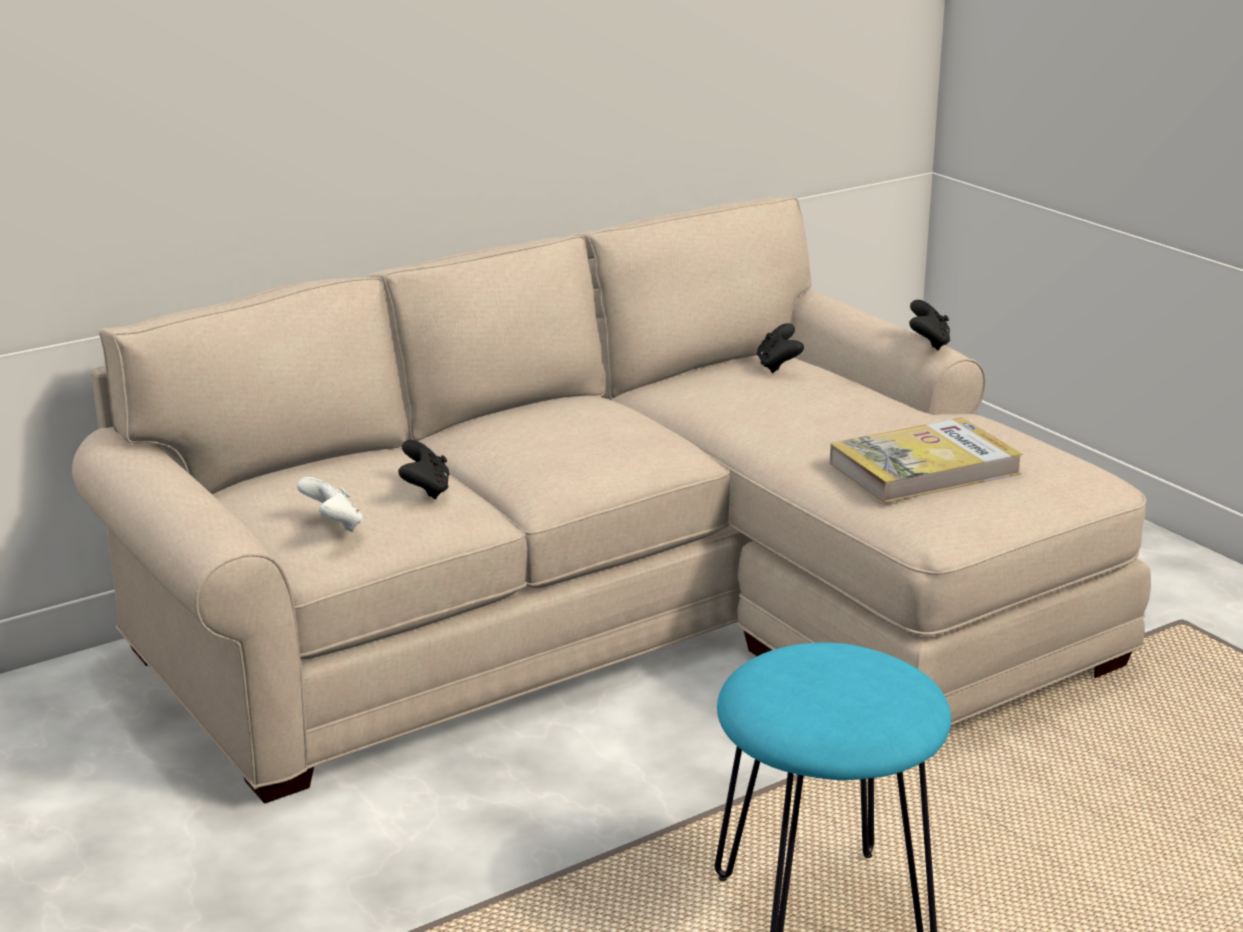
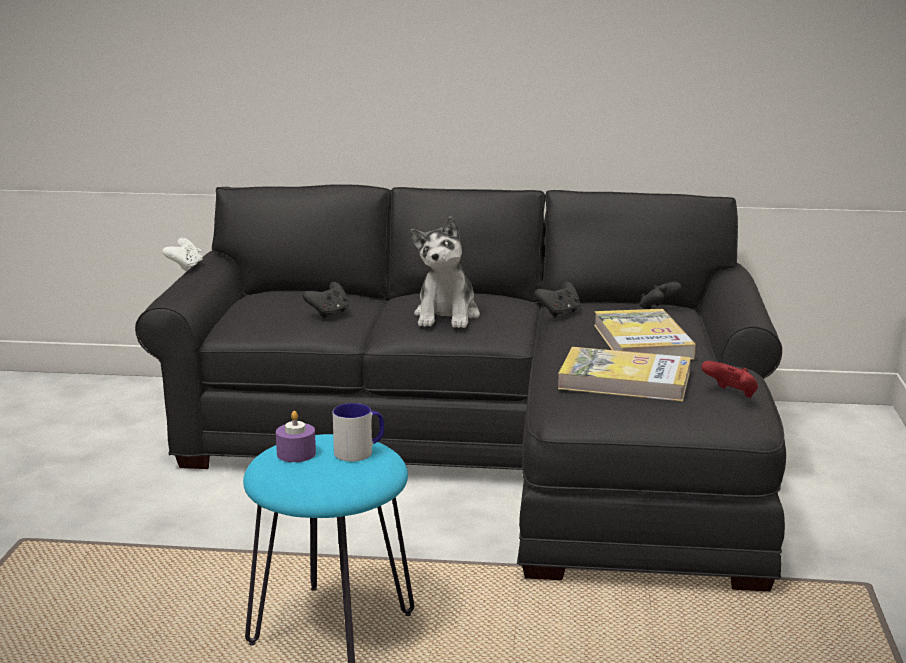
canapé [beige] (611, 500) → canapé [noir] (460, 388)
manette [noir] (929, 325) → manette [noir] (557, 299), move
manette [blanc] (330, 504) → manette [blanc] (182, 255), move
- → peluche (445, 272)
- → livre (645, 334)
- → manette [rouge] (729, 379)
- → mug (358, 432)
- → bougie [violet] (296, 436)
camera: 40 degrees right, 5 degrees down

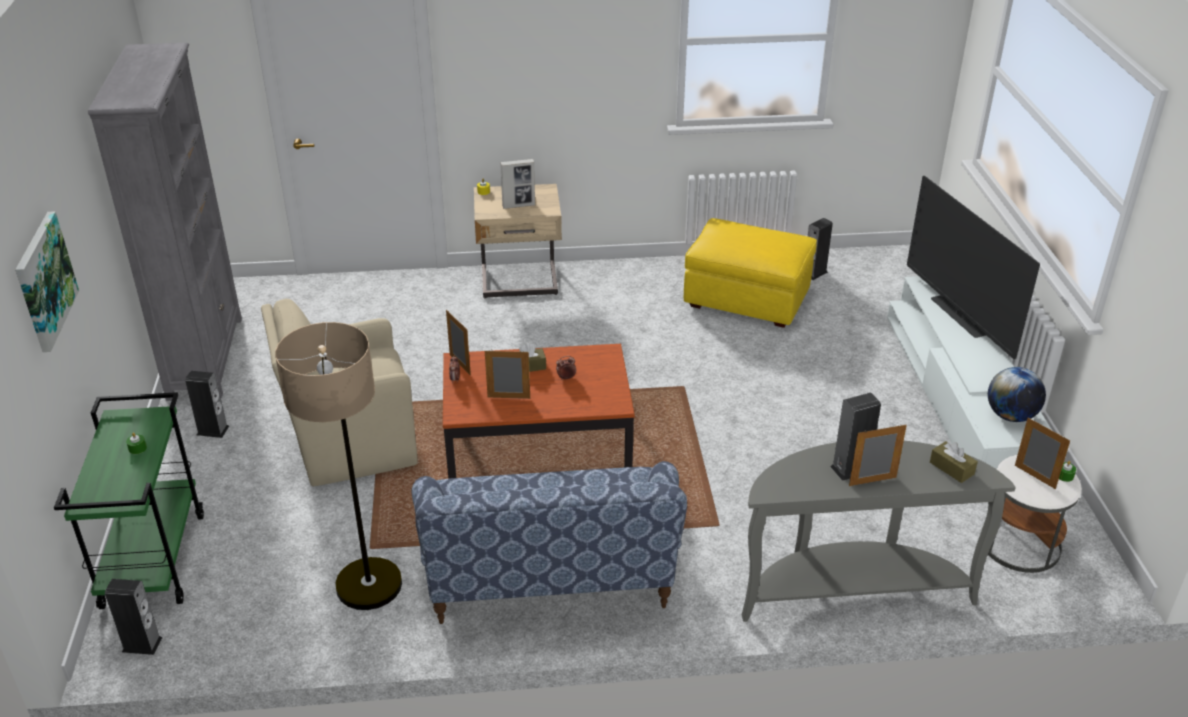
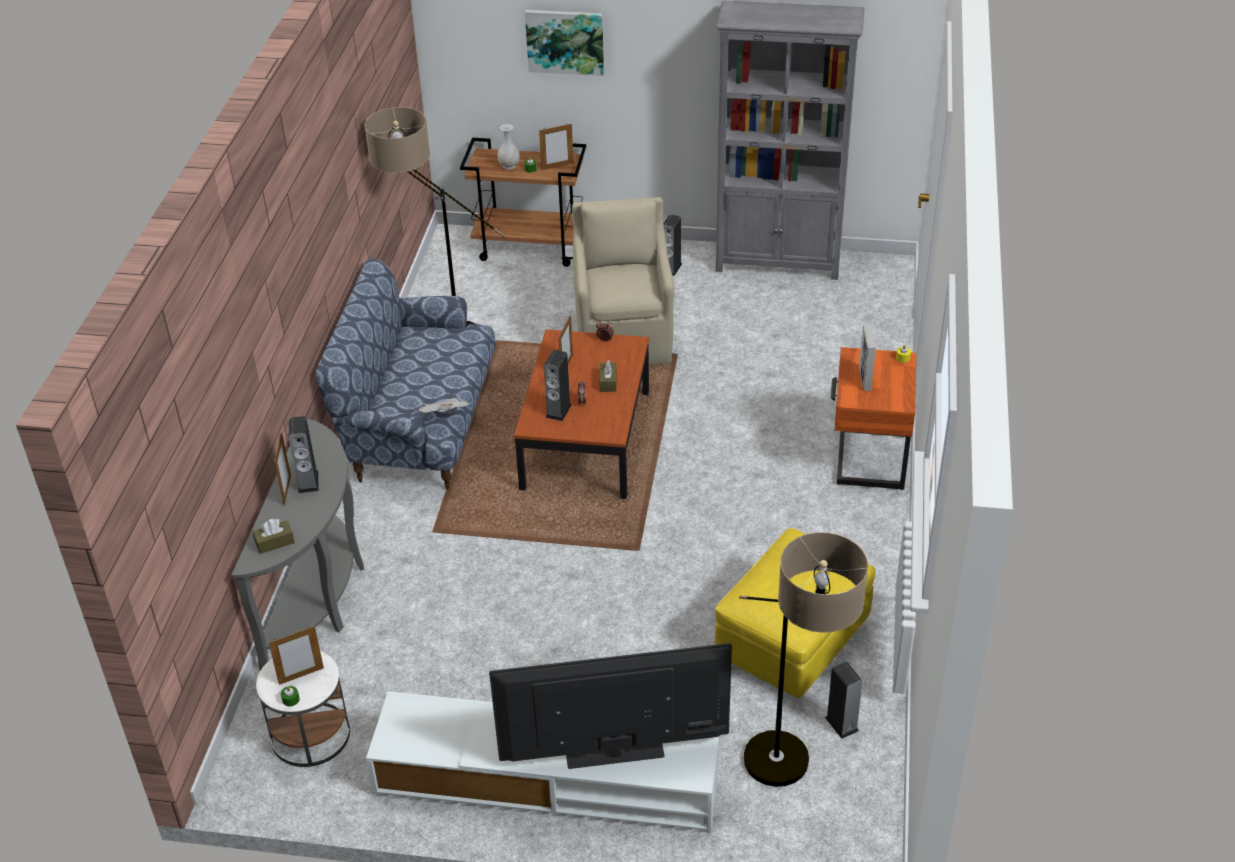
table de chevet [beige] (518, 241) → table de chevet [orange] (873, 418)
cadre photo (458, 342) → cadre photo (556, 146), move
globe (1017, 394) → -
chariot [vert] (129, 500) → chariot [marron] (523, 202)
enceinte (134, 617) → enceinte (558, 385), move
- → vase [blanc] (509, 146)
- → journal (445, 405)
- → lampadaire (803, 659)
camera: 105 degrees right, 5 degrees up

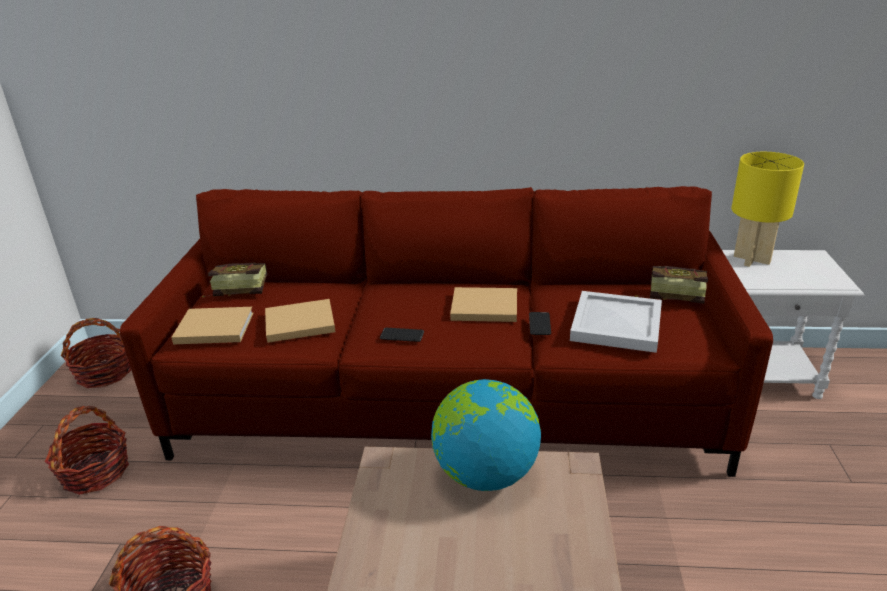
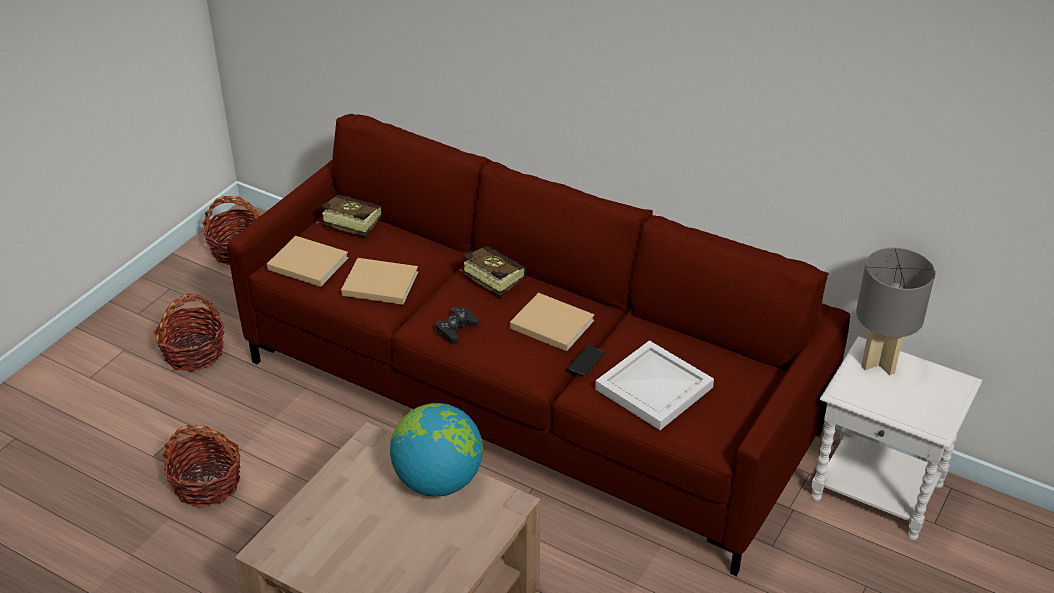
lampe de table [jaune] (767, 209) → lampe de table [gris] (895, 311)
livre (671, 285) → livre (493, 272), move
téléphone (402, 335) → manette [noir] (456, 325)
camera: 25 degrees right, 10 degrees up

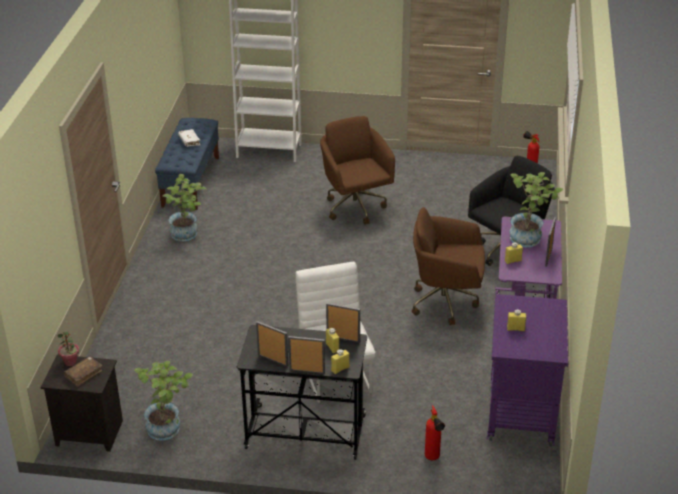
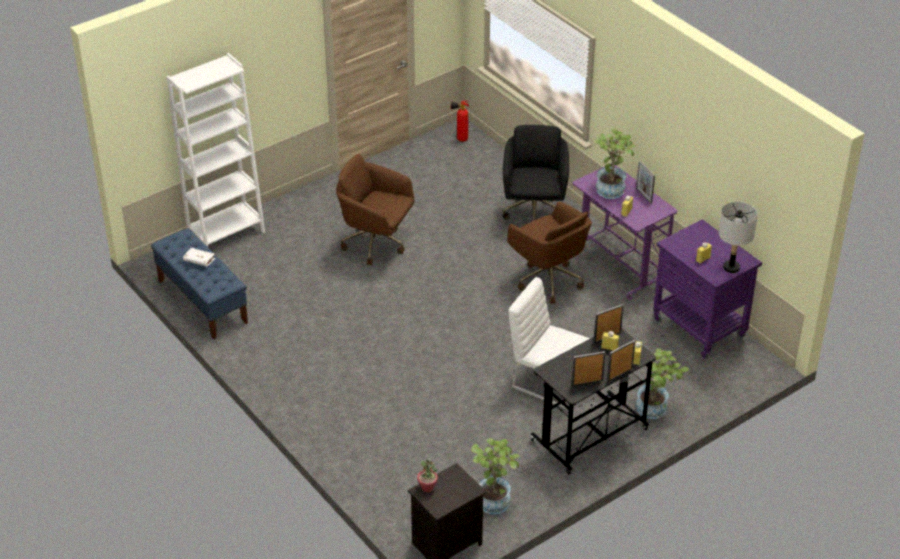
plante en pot (185, 207) → plante en pot (662, 384), move
chaise de bureau [marron] (448, 266) → chaise de bureau [marron] (549, 252), 90 degrees counterclockwise
livre [marron] (83, 371) → -
extincteur (435, 432) → -
- → lampe de table [gris] (738, 237)
camera: 45 degrees left, 5 degrees up

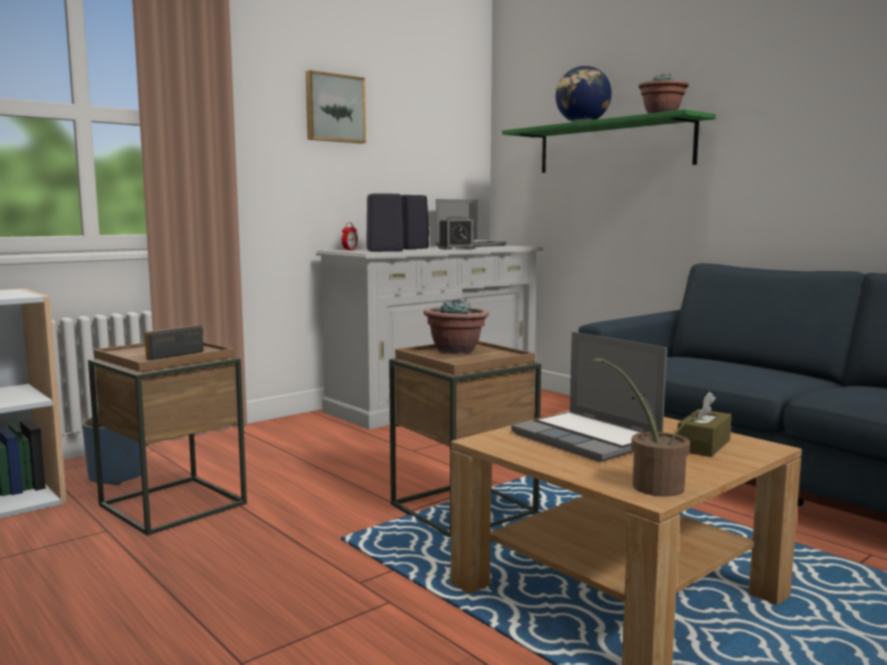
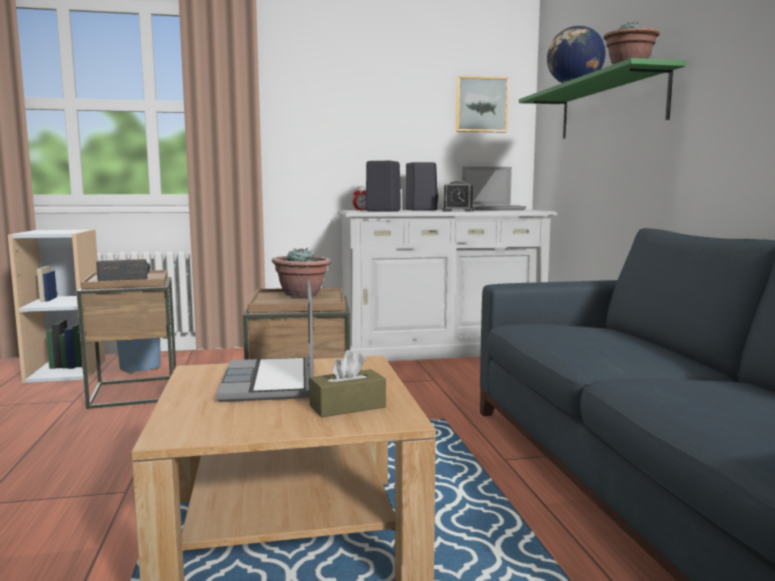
tableau (336, 107) → tableau (482, 104), move
plante en pot (646, 427) → -
camera: 30 degrees right, 0 degrees up

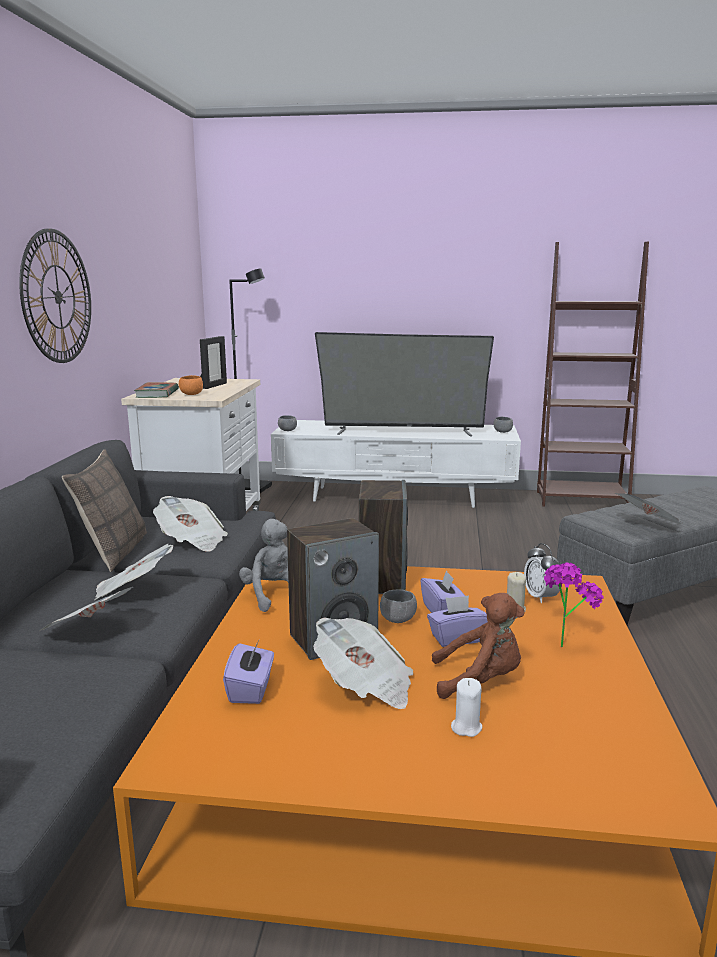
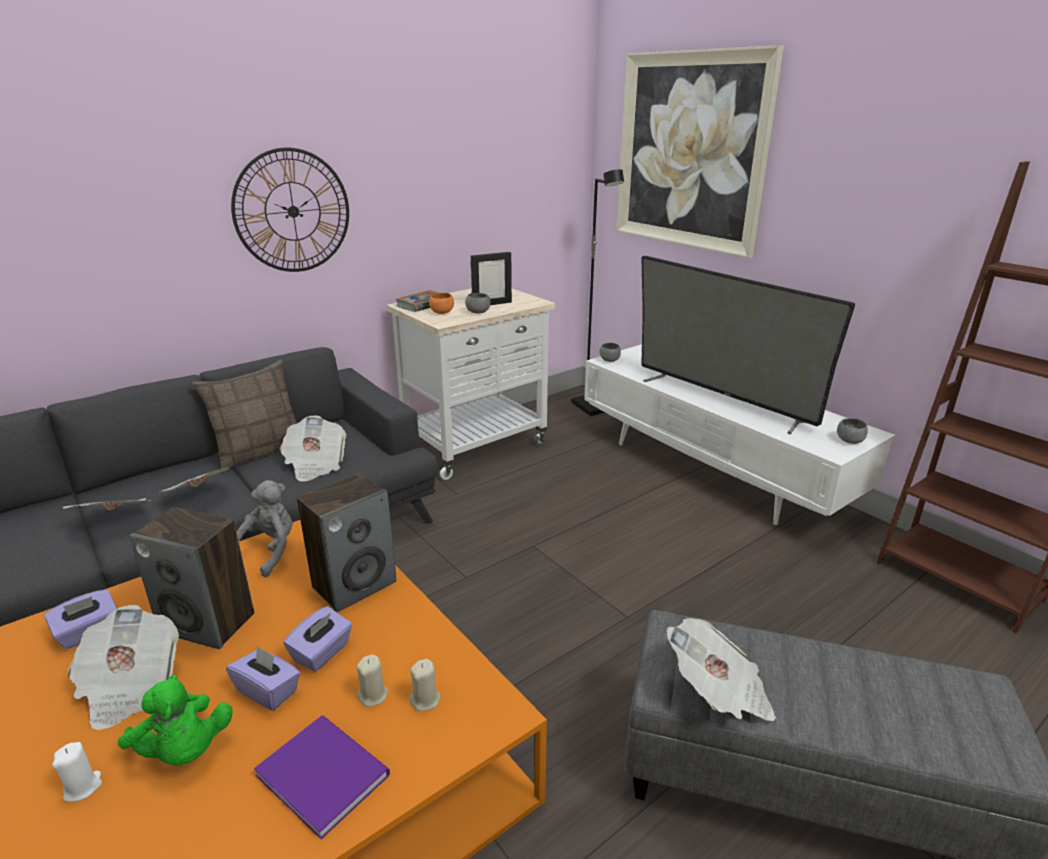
réveil (542, 573) → bougie [beige] (425, 685)
plante en pot (574, 604) → livre [violet] (322, 777)
bol [gris] (398, 606) → bol [gris] (478, 303), move
peluche [marron] (478, 646) → peluche [vert] (175, 720)
- → tableau (700, 151)
camera: 45 degrees right, 10 degrees up

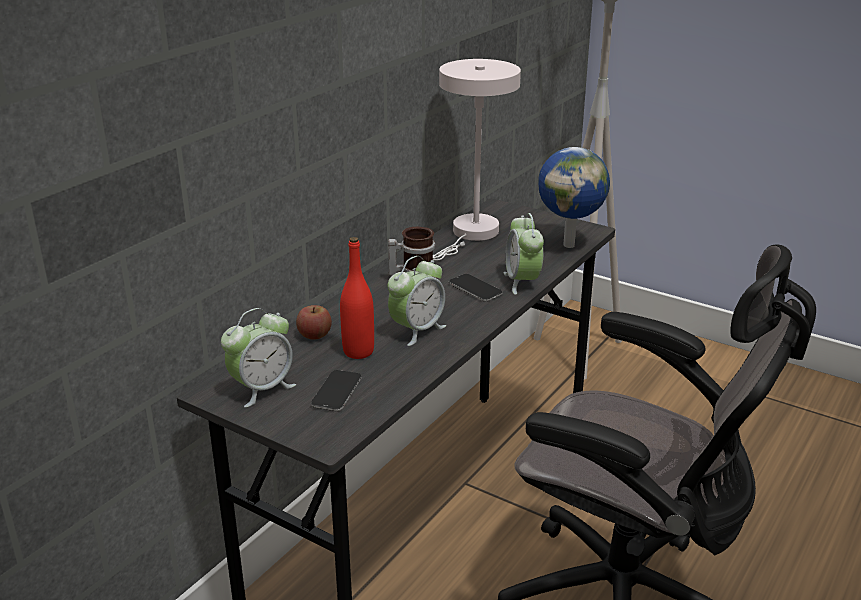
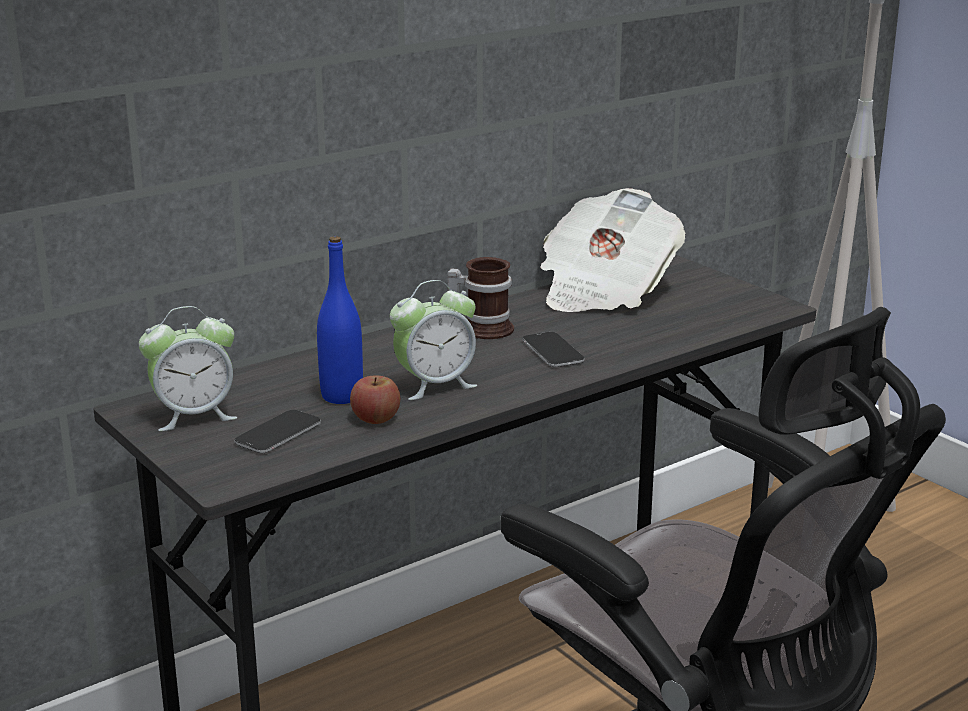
lampe de table [blanc] (477, 159) → journal (613, 250)
globe (574, 197) → -
réveil (524, 254) → -
bouteille [rouge] (357, 298) → bouteille [bleu] (340, 320)
pomme (314, 322) → pomme (375, 400), move
camera: 20 degrees right, 5 degrees down

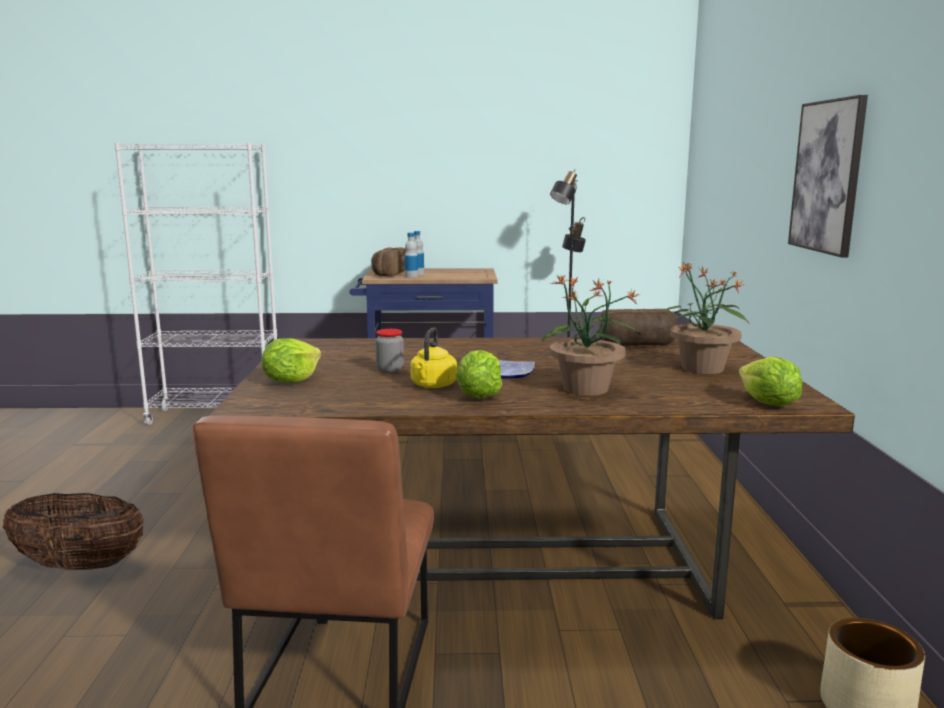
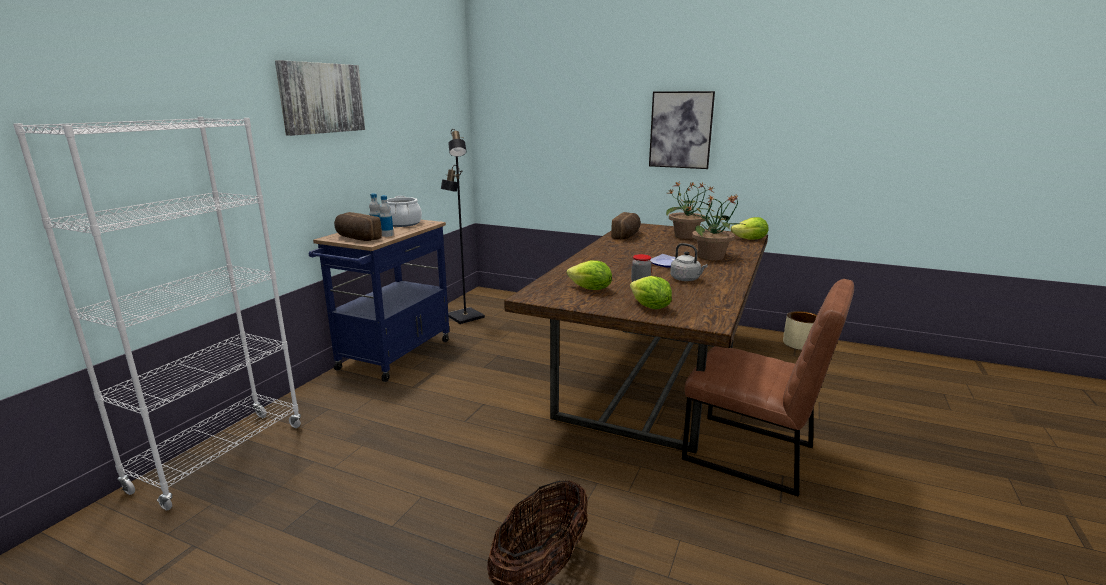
bouilloire [jaune] (433, 357) → bouilloire [gris] (689, 262)
laitue (479, 374) → laitue (589, 275), move
- → tableau (320, 98)
- → marmite (404, 211)
camera: 65 degrees left, 5 degrees up

